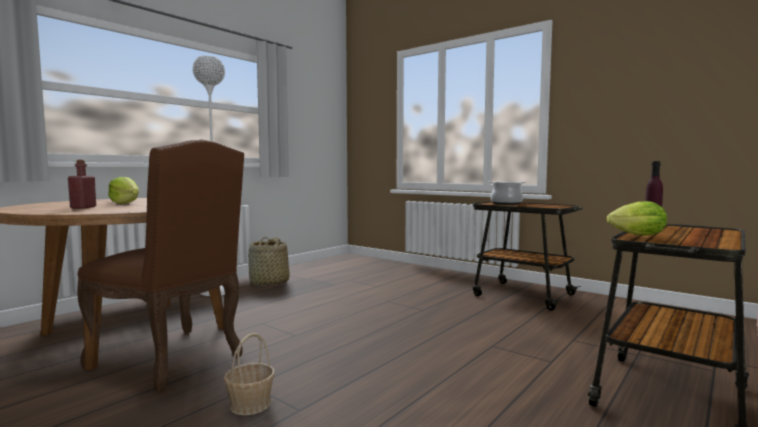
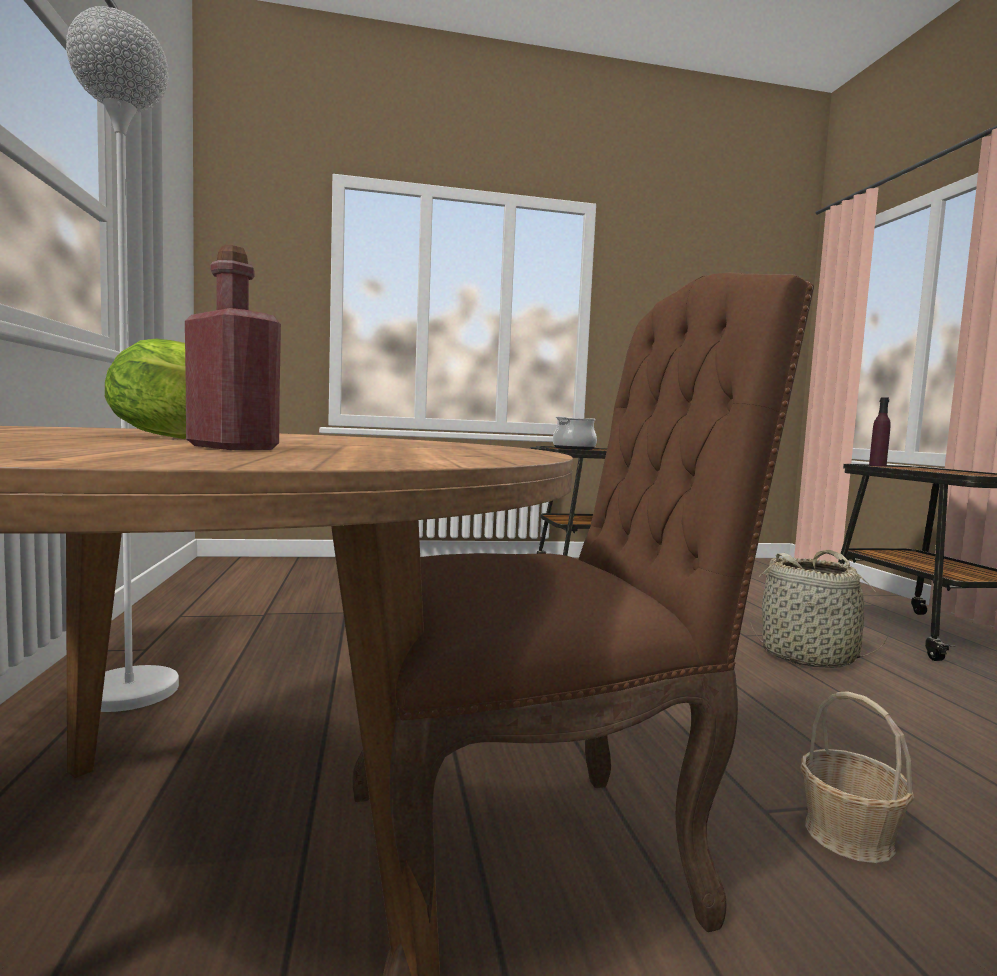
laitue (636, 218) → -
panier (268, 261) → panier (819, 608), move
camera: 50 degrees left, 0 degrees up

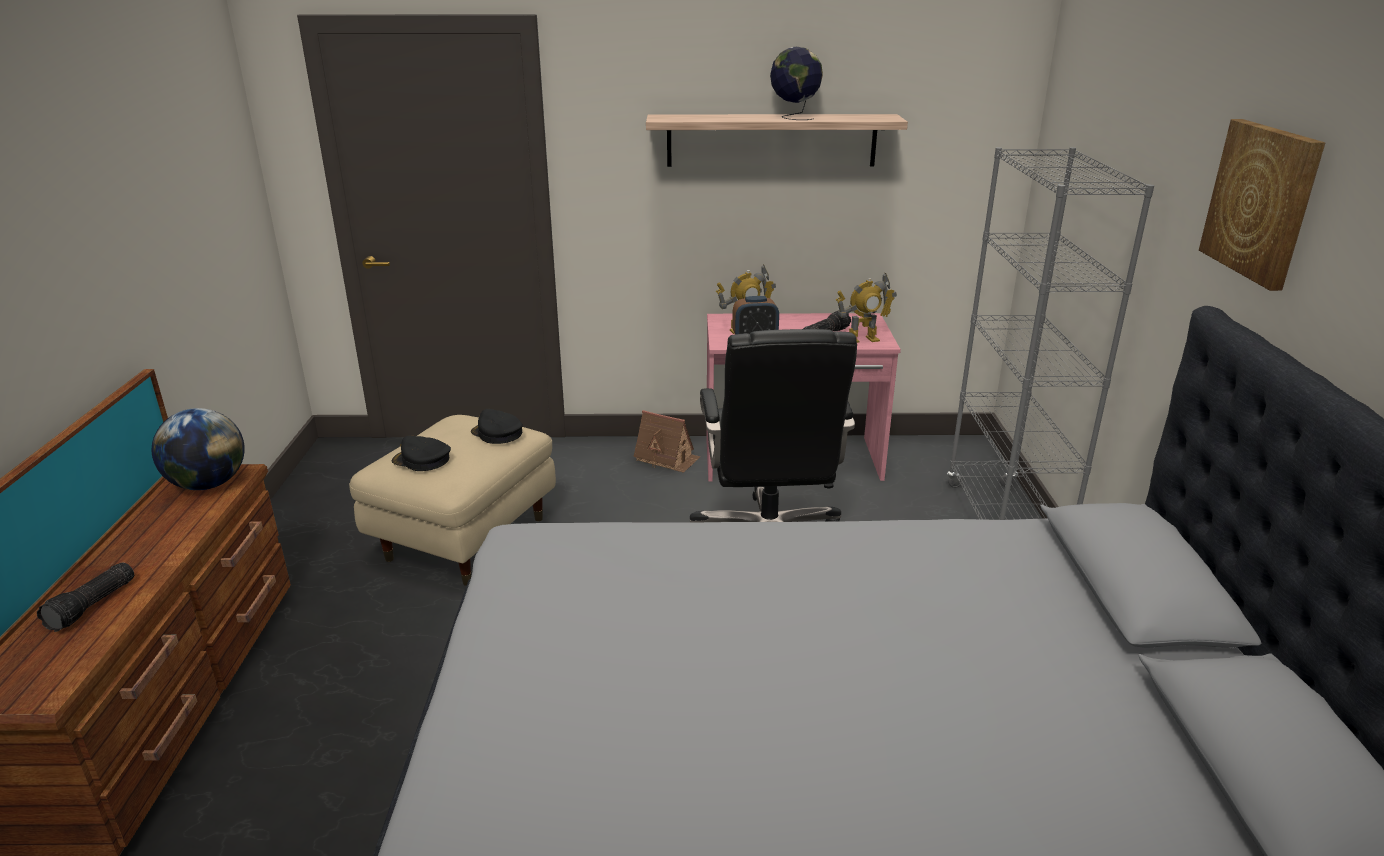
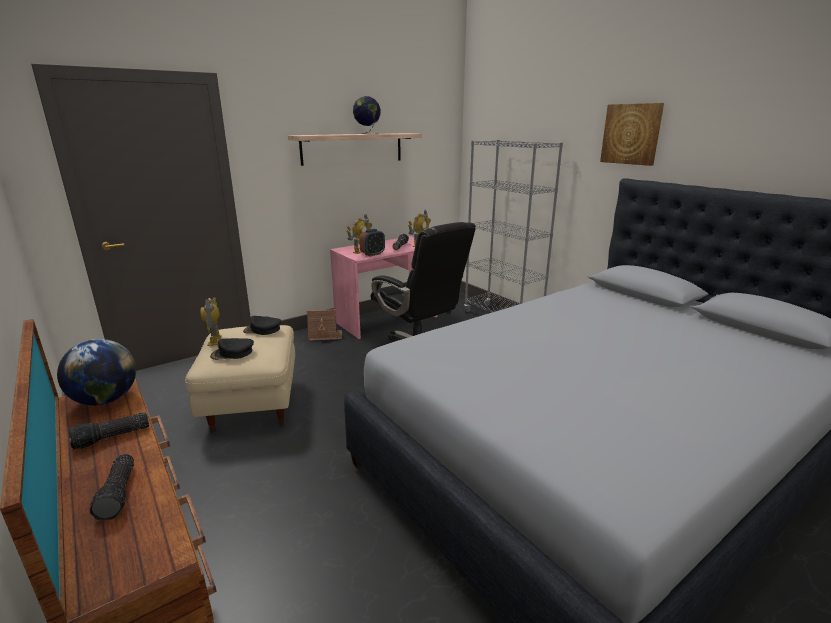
- → robot jouet (211, 321)
- → lampe de poche (108, 431)
camera: 35 degrees left, 5 degrees down

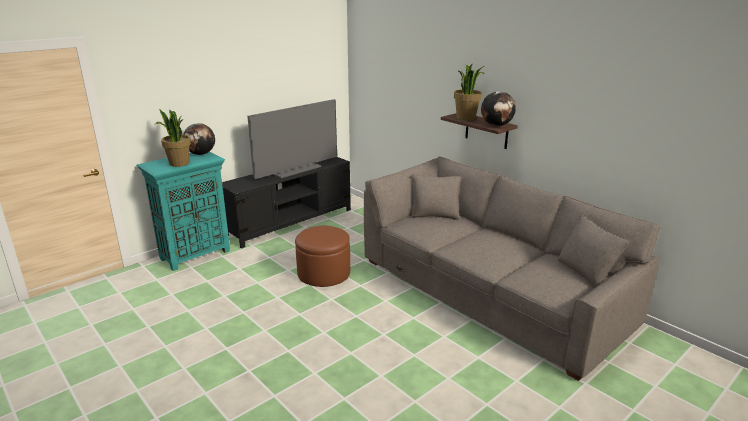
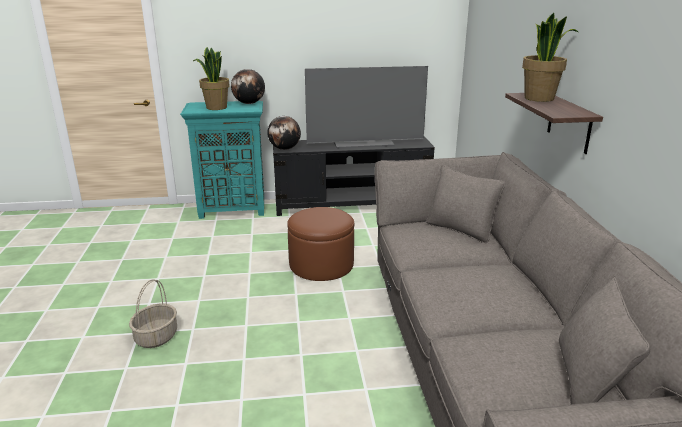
globe (498, 108) → globe (284, 133), move
- → panier (153, 313)
camera: 35 degrees right, 0 degrees up

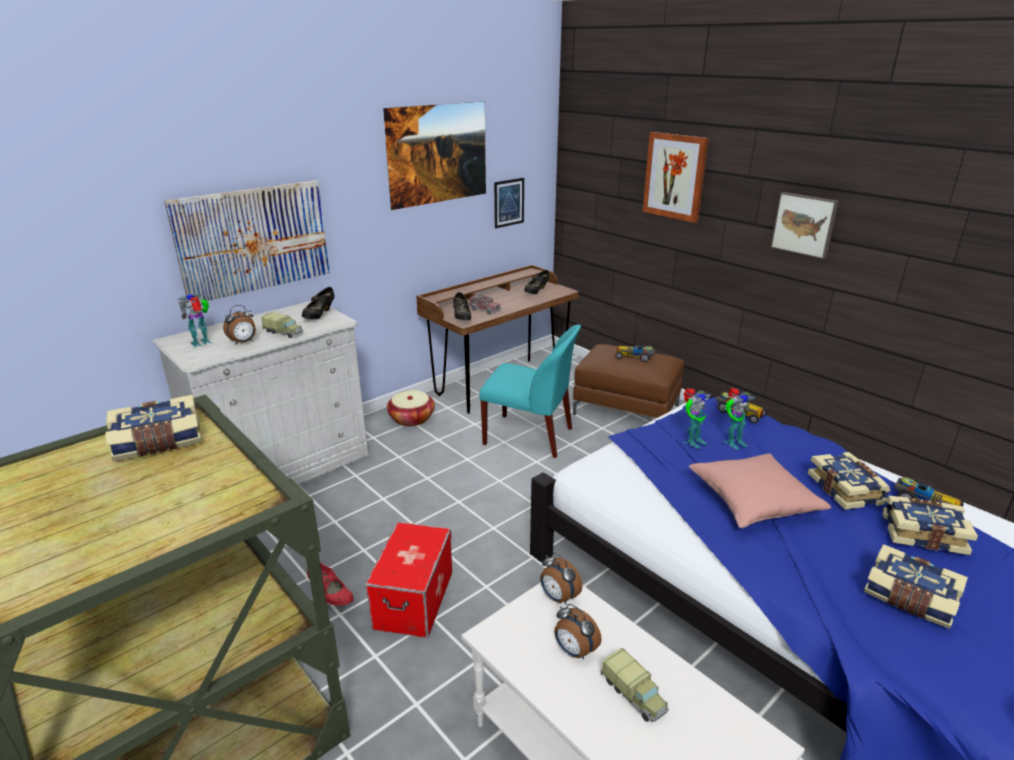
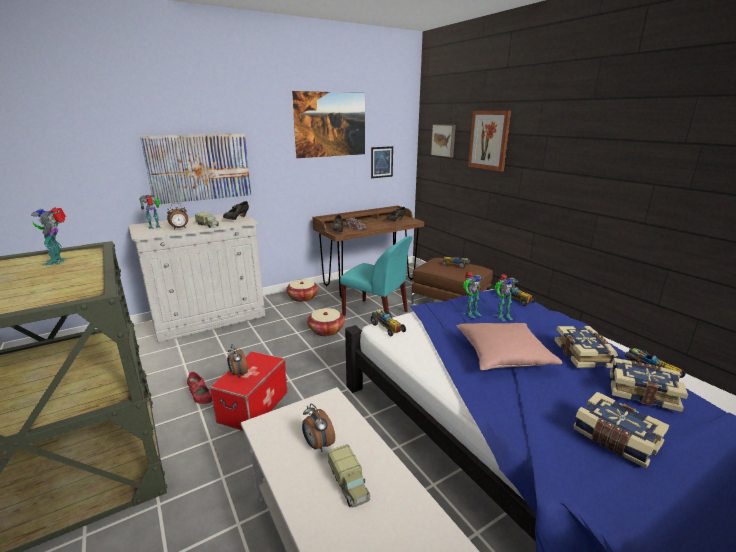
tableau (805, 225) → tableau (443, 141), move
livre (153, 428) → robot jouet (49, 236)
réveil (561, 579) → réveil (237, 361), move
- → panier (326, 322)
- → petite voiture (388, 323)
camera: 10 degrees right, 5 degrees down

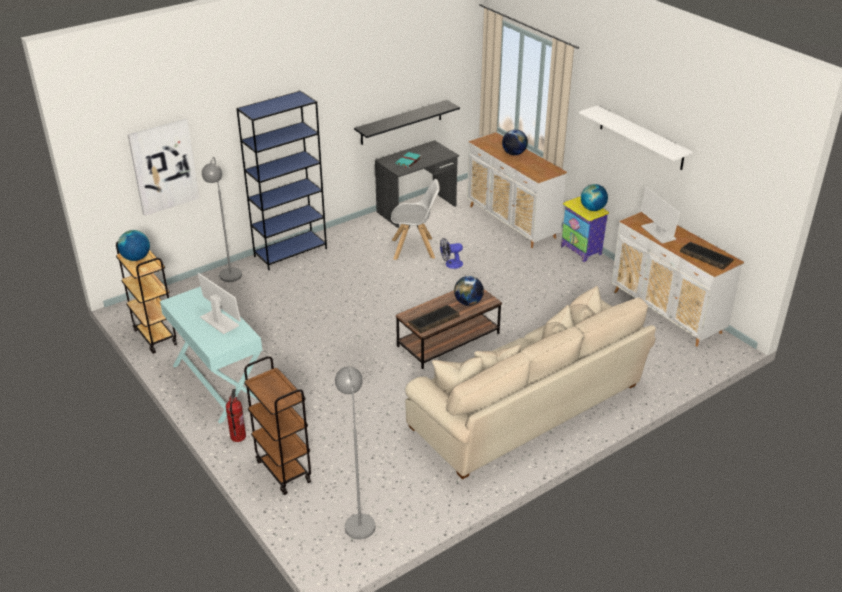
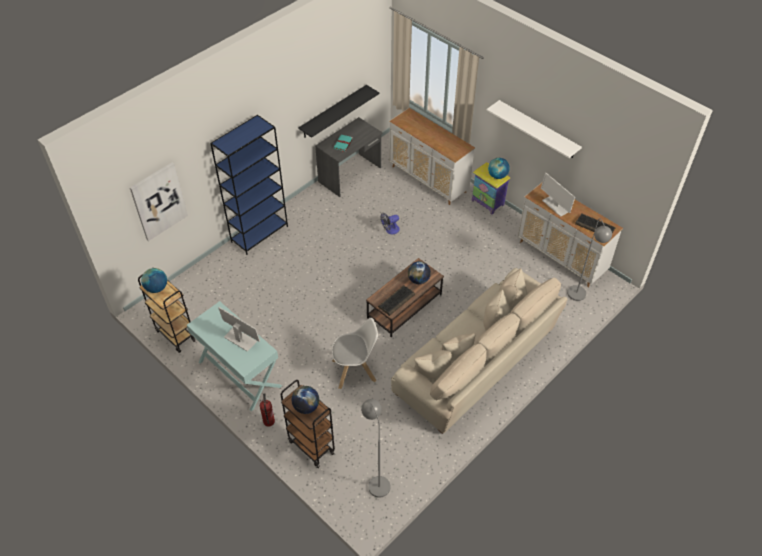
globe (515, 142) → globe (305, 400), move
lampadaire [gris] (222, 219) → lampadaire [gris] (589, 259), move
chaise (415, 219) → chaise (355, 353), move
camera: 10 degrees left, 15 degrees up

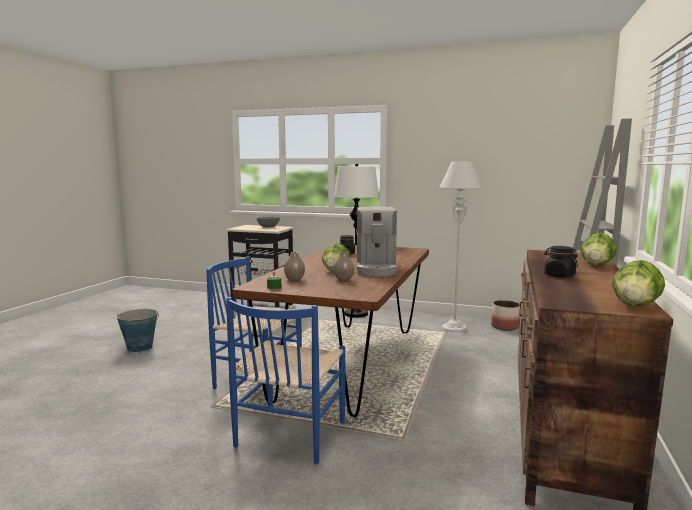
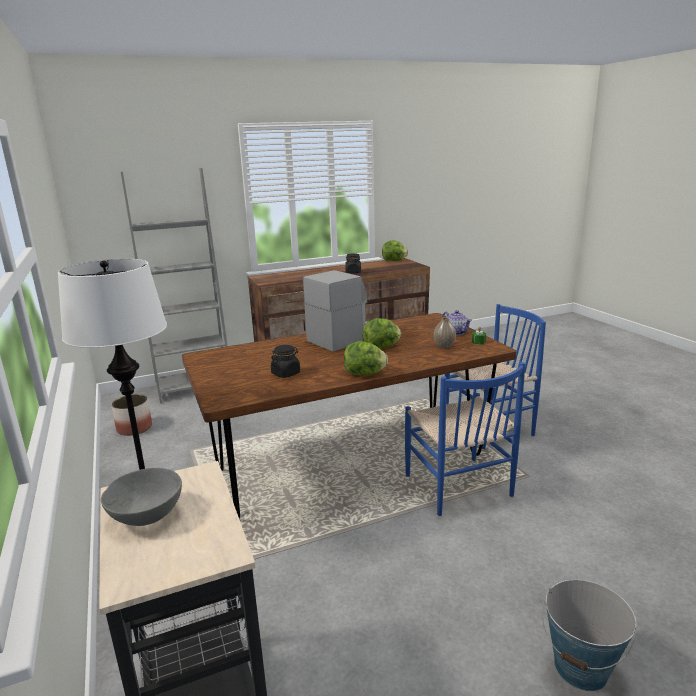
lampadaire [gris] (460, 246) → -
laitue (598, 249) → laitue (366, 358), move
vase (343, 266) → -
- → théière (457, 322)
camera: 130 degrees left, 10 degrees up

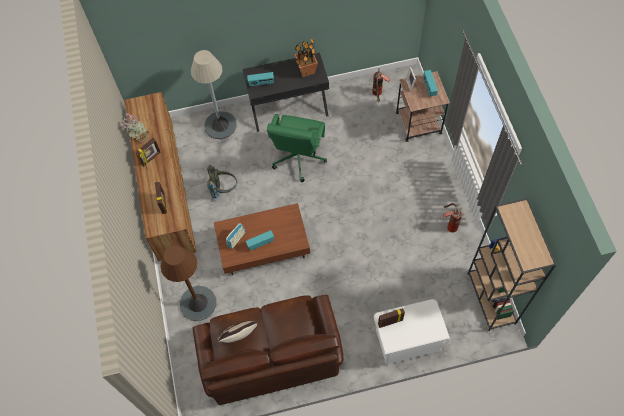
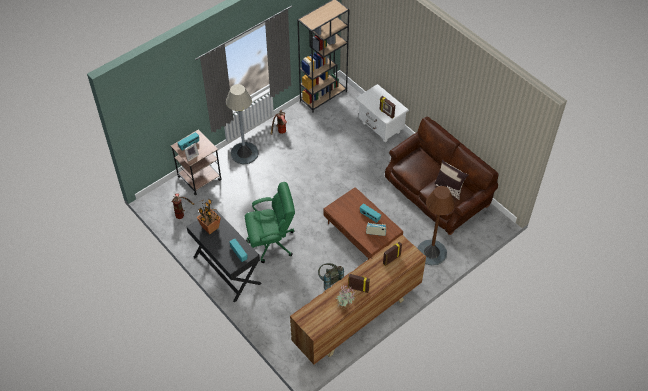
lampadaire [gris] (214, 94) → lampadaire [gris] (242, 124), move
camera: 120 degrees left, 10 degrees down

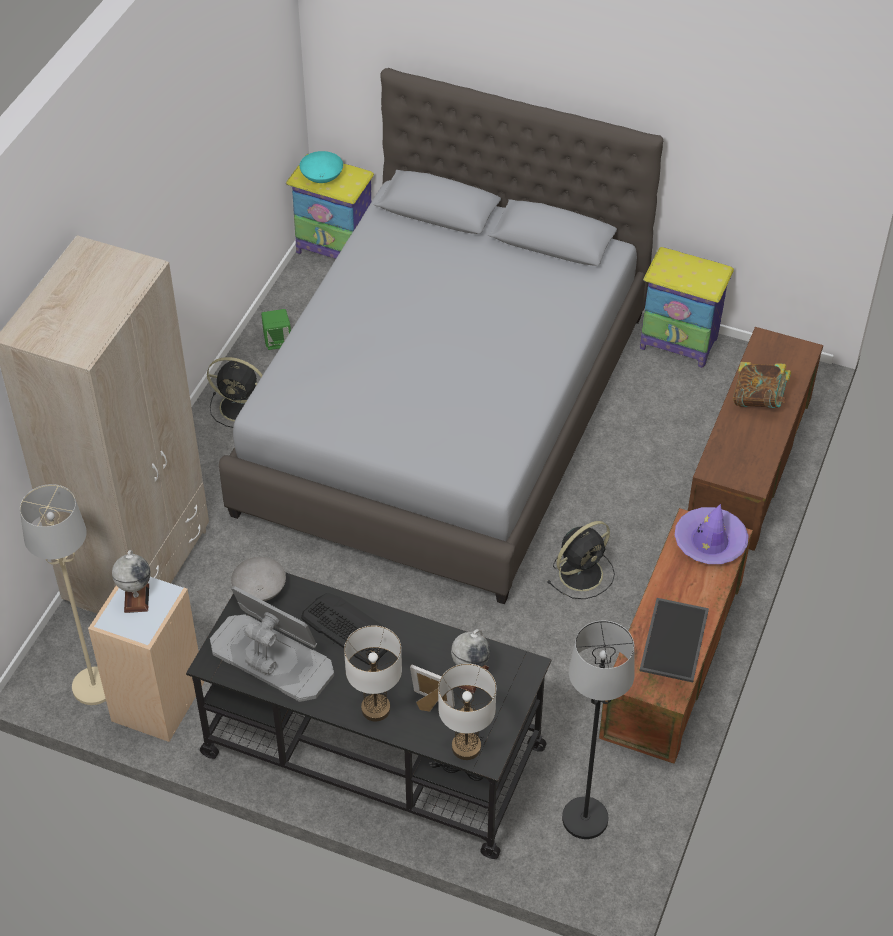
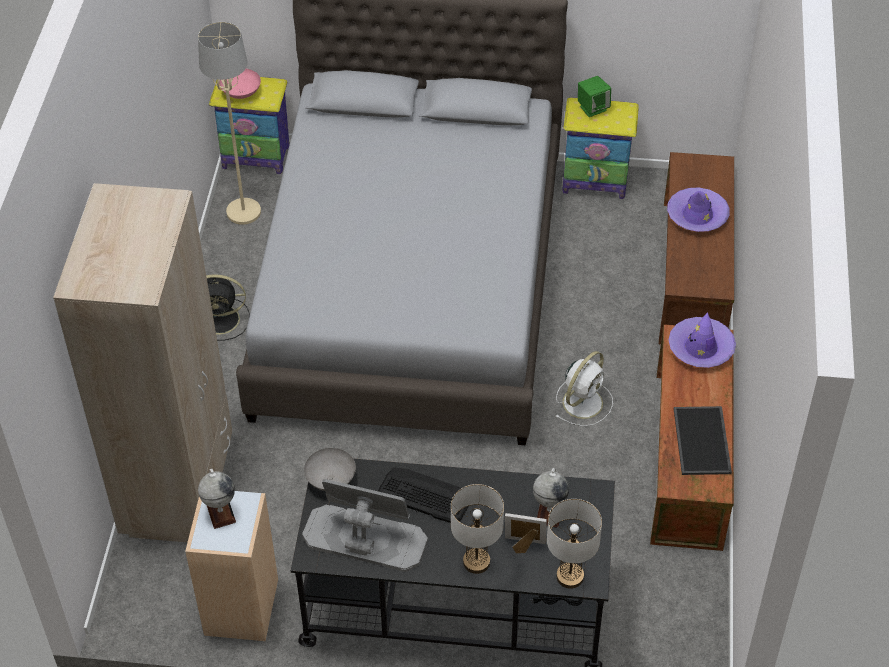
bol [turquoise] (321, 167) → bol [rose] (240, 84)
enceinte [vert] (276, 329) → enceinte [vert] (594, 96), move
livre (762, 385) → chapeau [violet] (698, 210)
lampadaire [beige] (63, 594) → lampadaire [beige] (229, 123), move
ventilateur [noir] (581, 560) → ventilateur [blanc] (584, 388)
lampadaire [noir] (598, 730) → -
camera: 15 degrees left, 0 degrees up

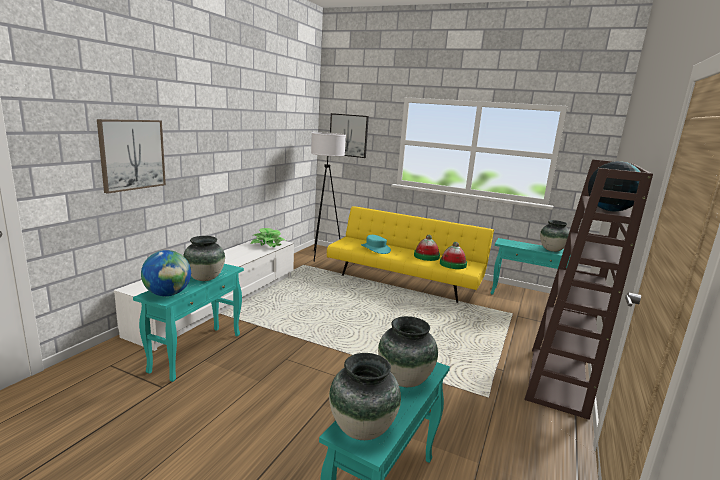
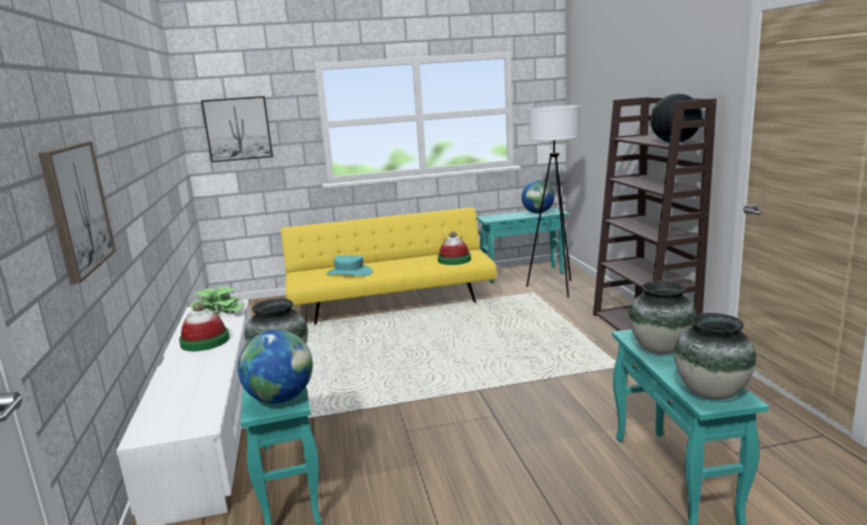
lampadaire [blanc] (328, 197) → lampadaire [blanc] (553, 201), move
vase (554, 236) → globe (537, 197)
chapeau (427, 248) → chapeau (204, 326), move
camera: 35 degrees left, 0 degrees up

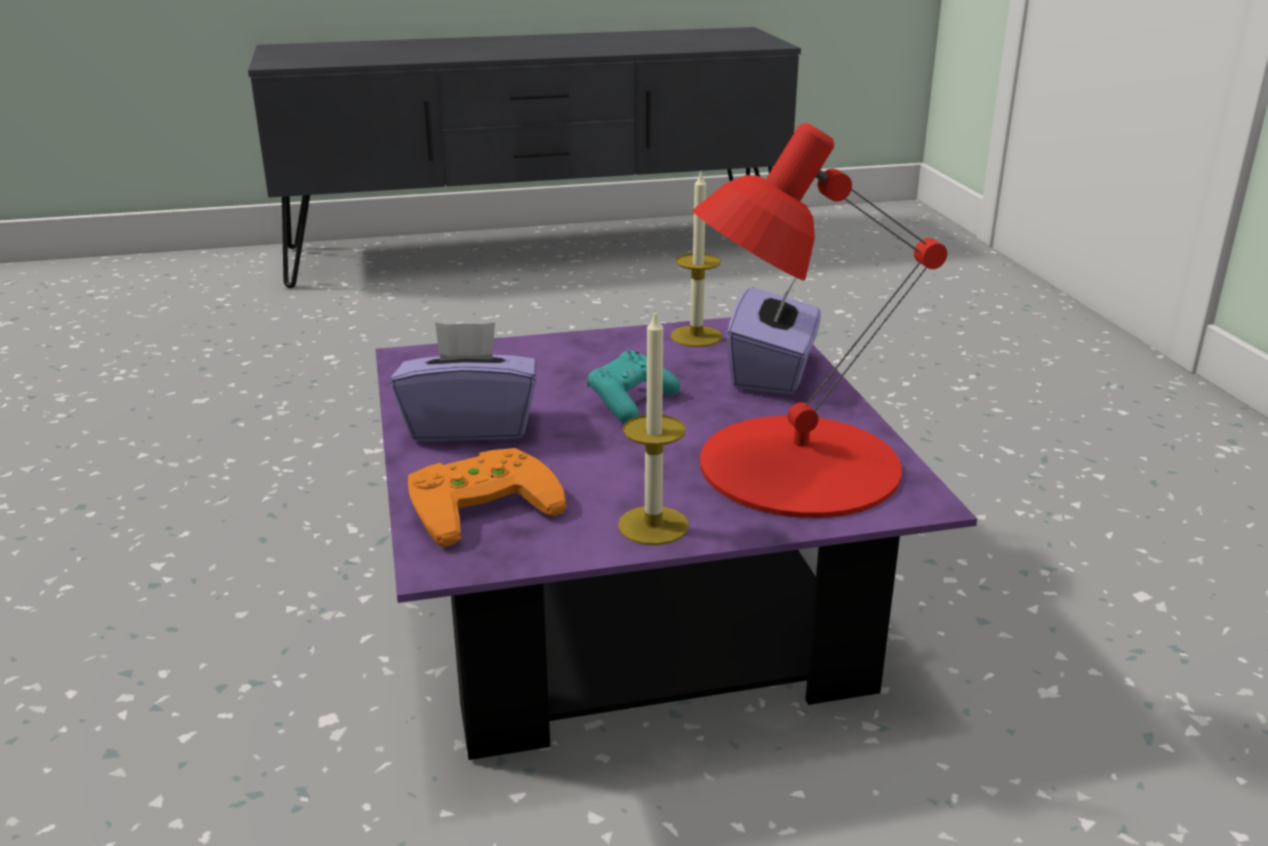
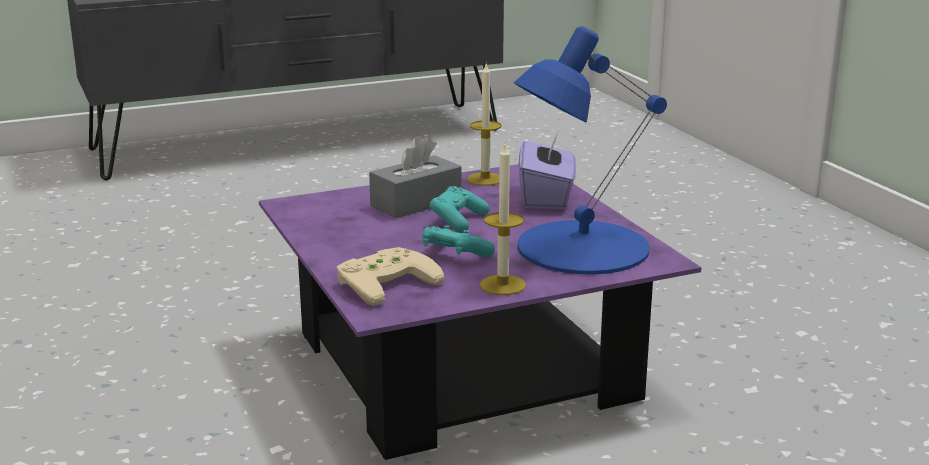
lampe de table [rouge] (819, 320) → lampe de table [bleu] (590, 150)
boîte à mouchoirs [violet] (463, 382) → -
manette [orange] (487, 498) → manette [beige] (390, 276)
- → boîte à mouchoirs [gris] (415, 176)
- → manette [turquoise] (458, 241)
camera: 10 degrees left, 5 degrees down

